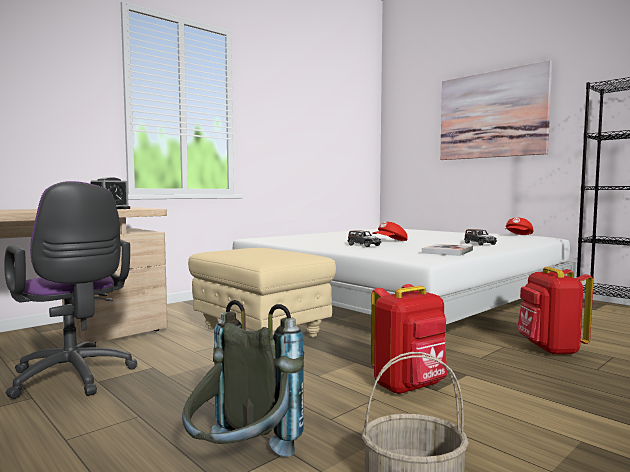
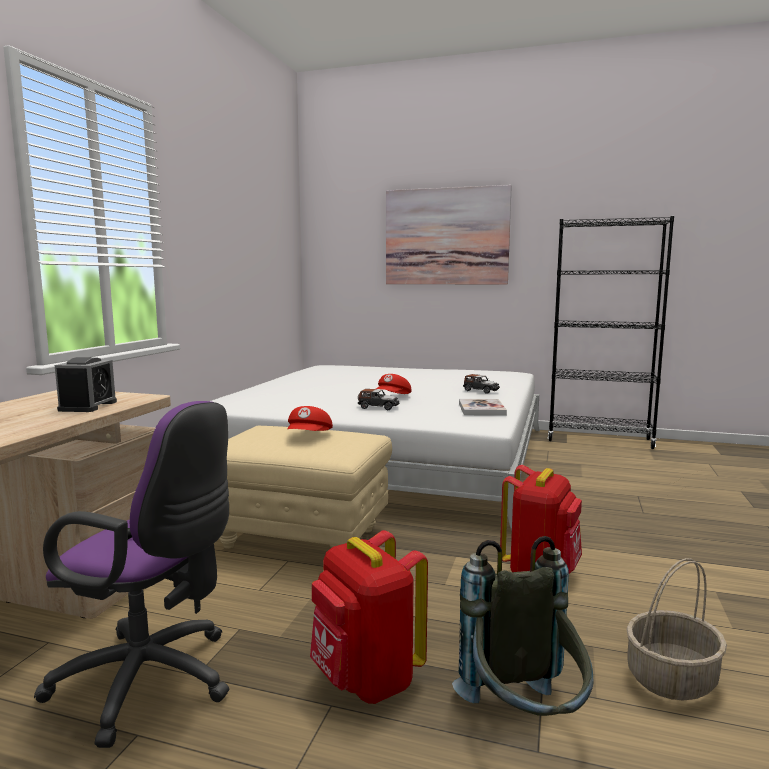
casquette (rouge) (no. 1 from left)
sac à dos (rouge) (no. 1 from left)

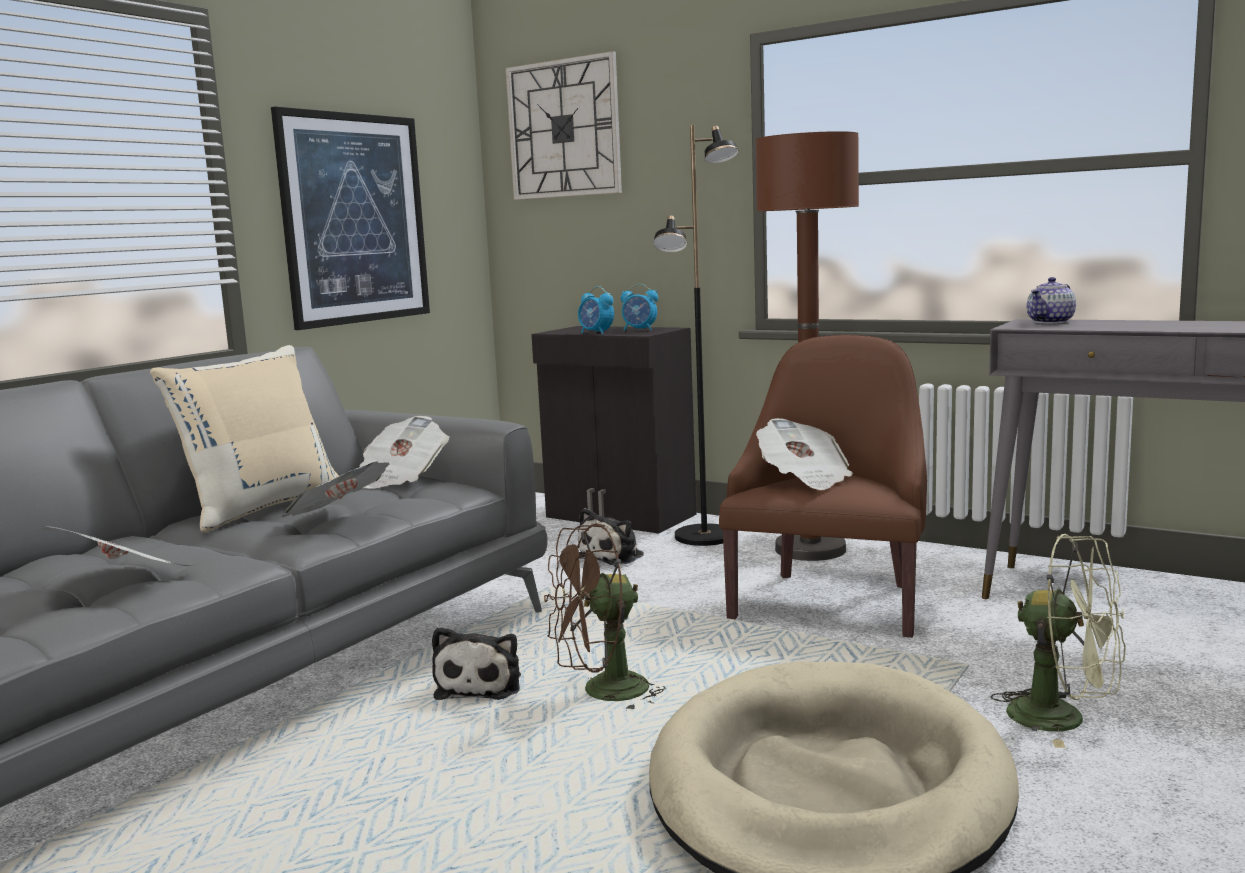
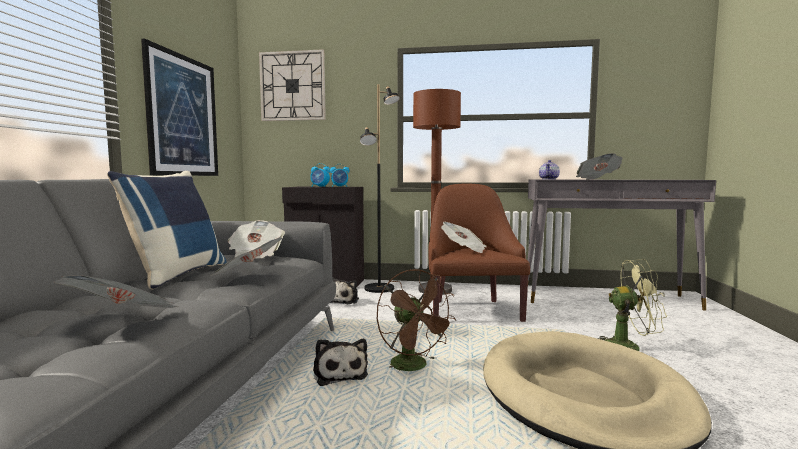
coussin (bleu)
ventilateur (marron)
journal (no. 5 from left)

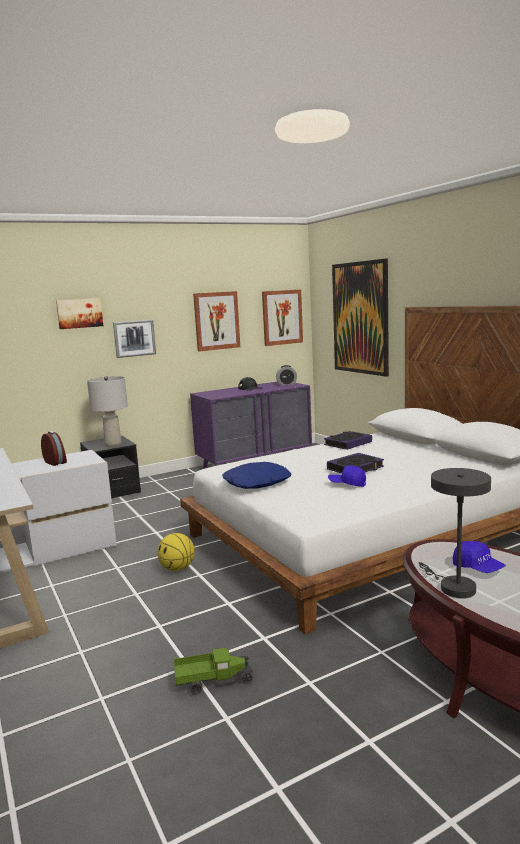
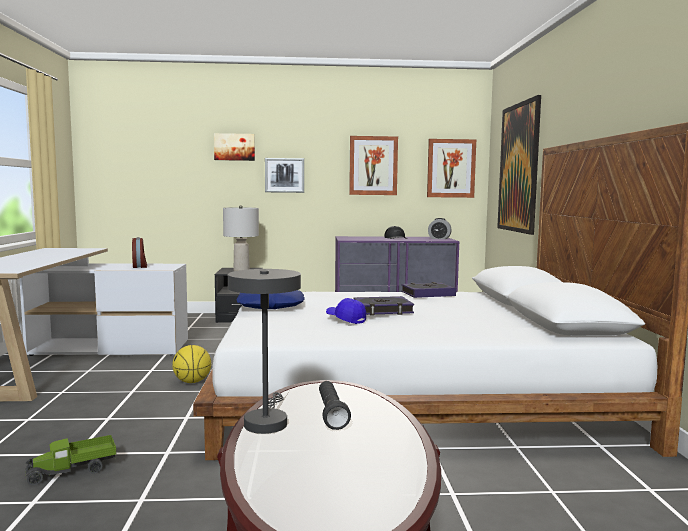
camion jouet
lampe de poche (noir)

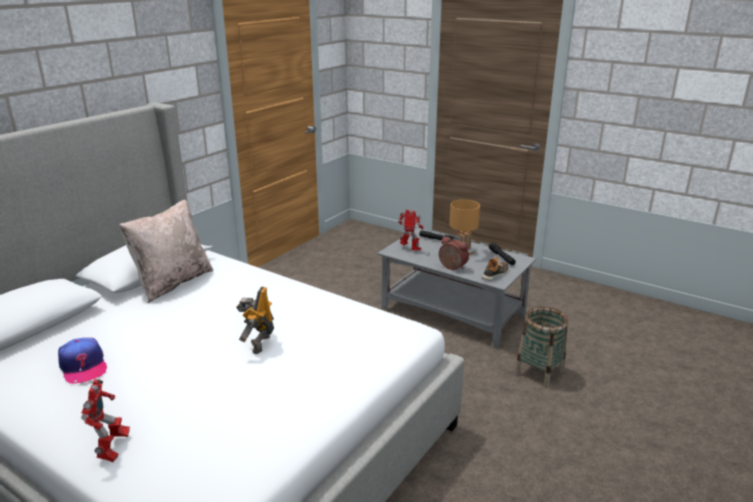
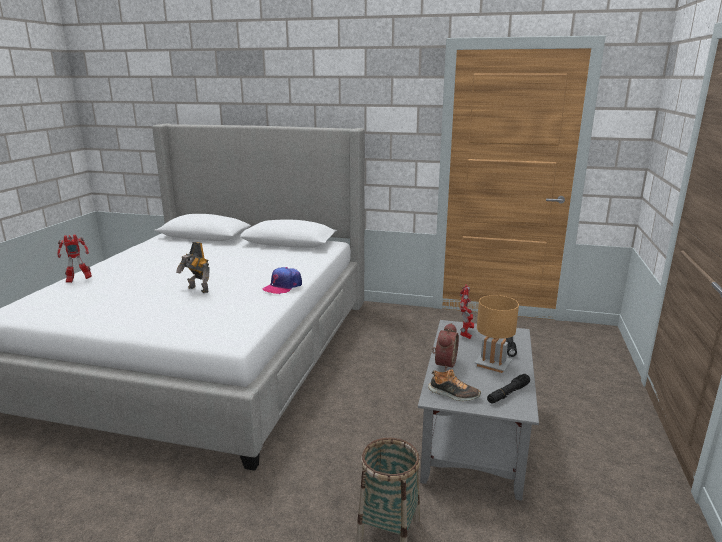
robot jouet (no. 2 from left)
casquette
coussin (beige)

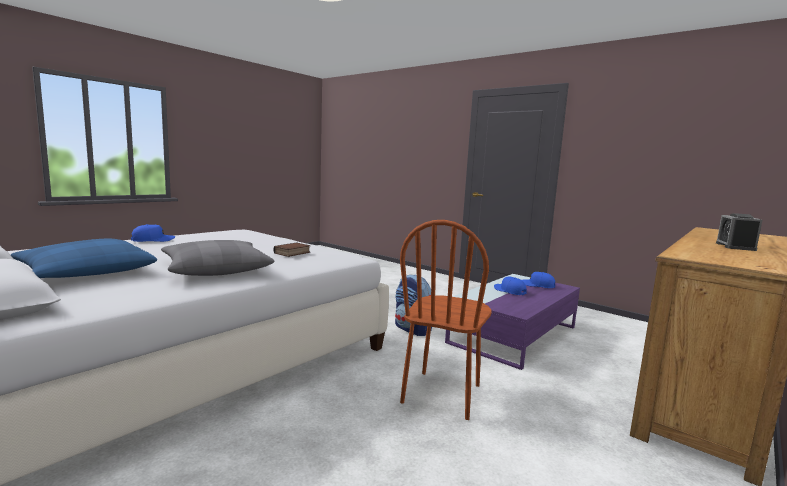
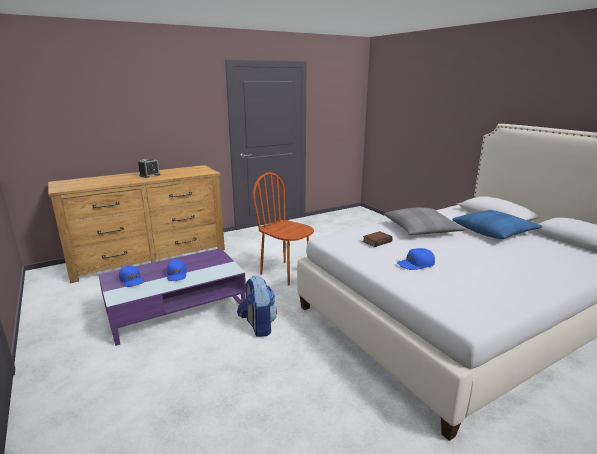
chaise (marron)
casquette (bleu) (no. 3 from left)

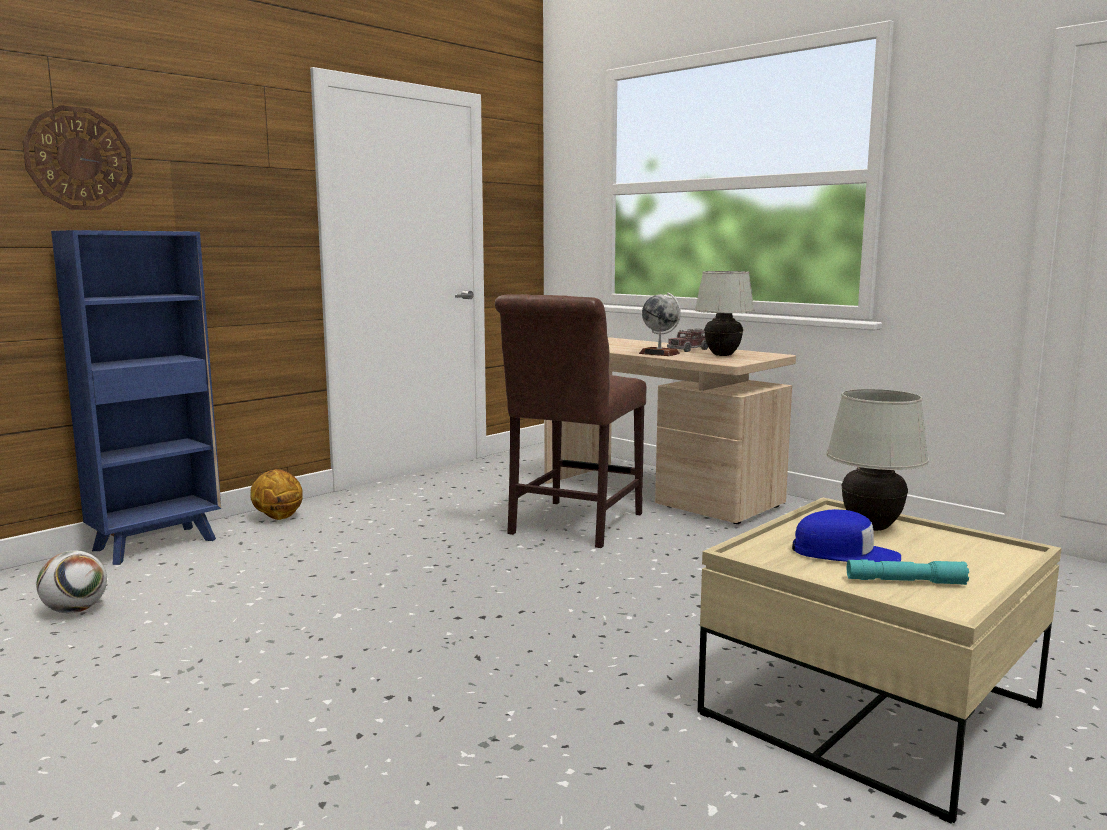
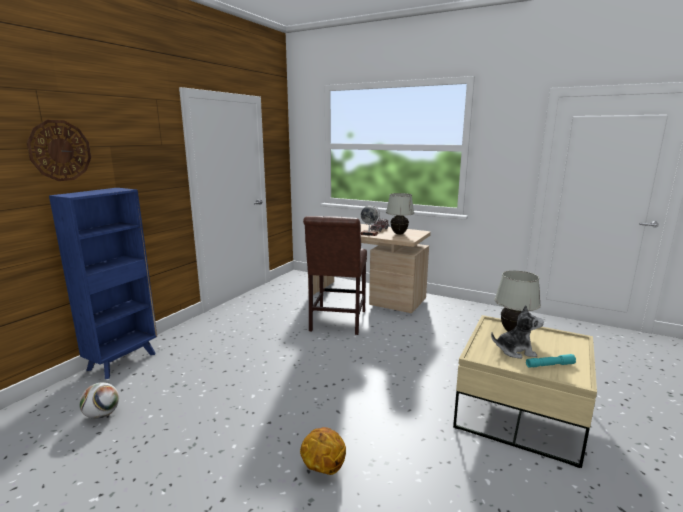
ballon de basket
peluche

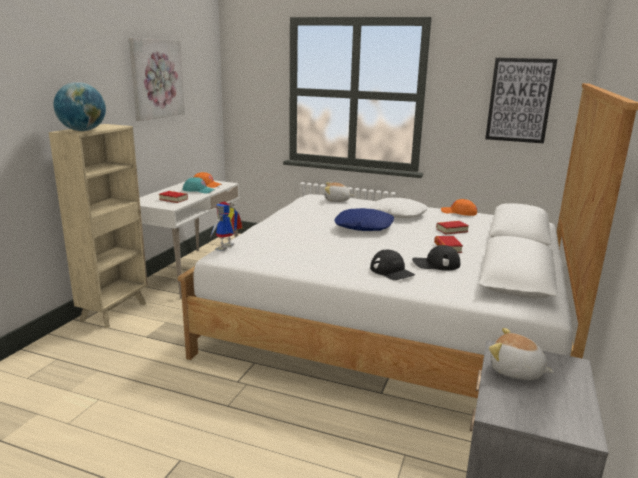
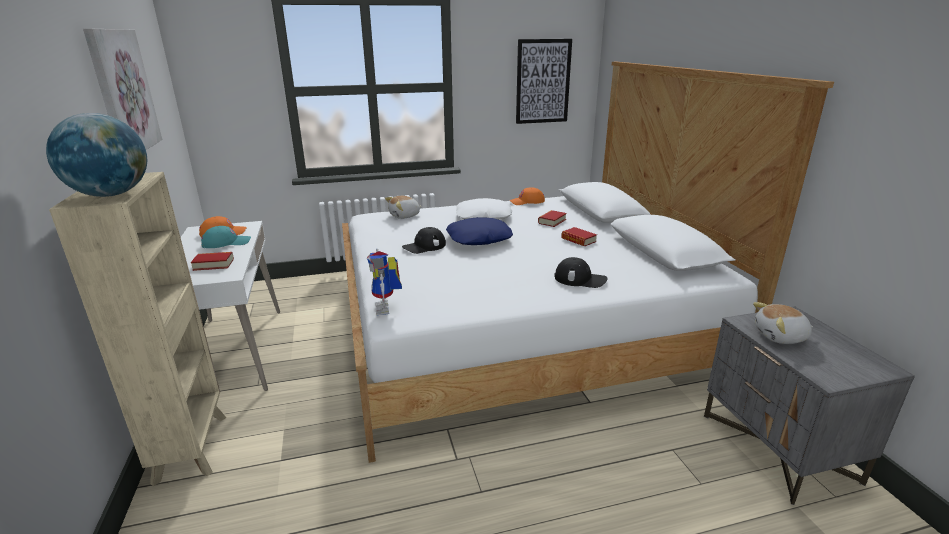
casquette (noir) (no. 1 from left)

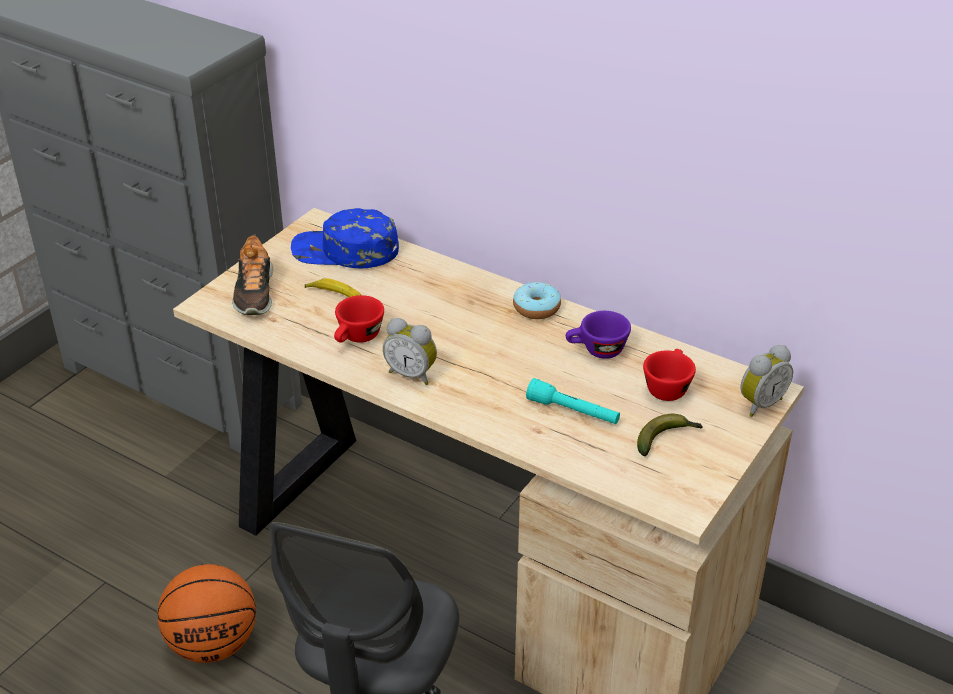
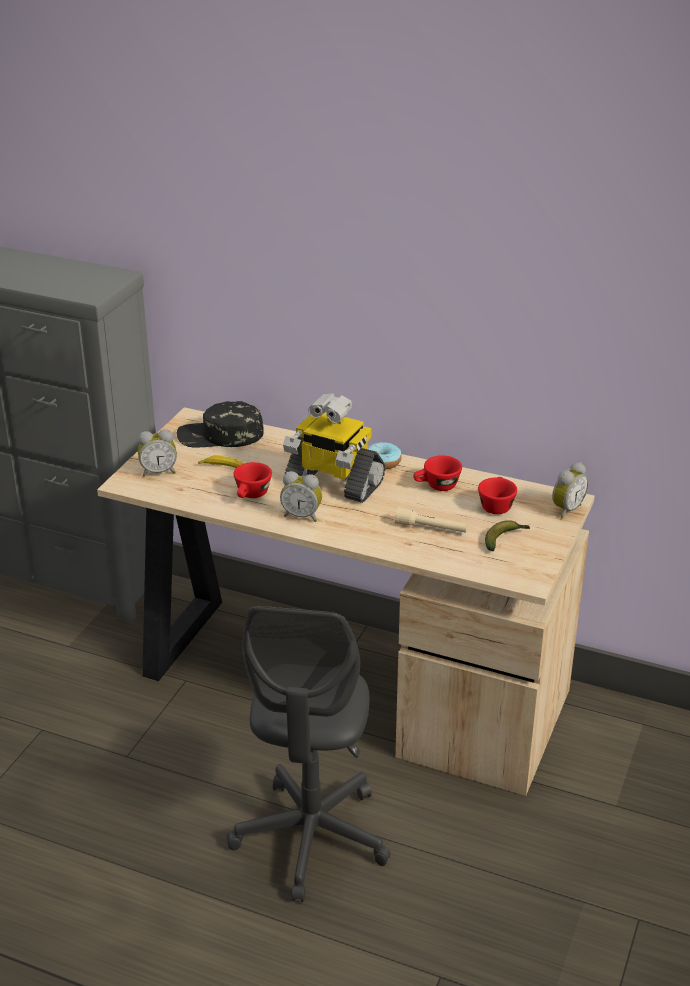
réveil (no. 1 from left)
casquette (noir)
robot jouet
lampe de poche (beige)
tasse (rouge) (no. 2 from left)
ballon de basket

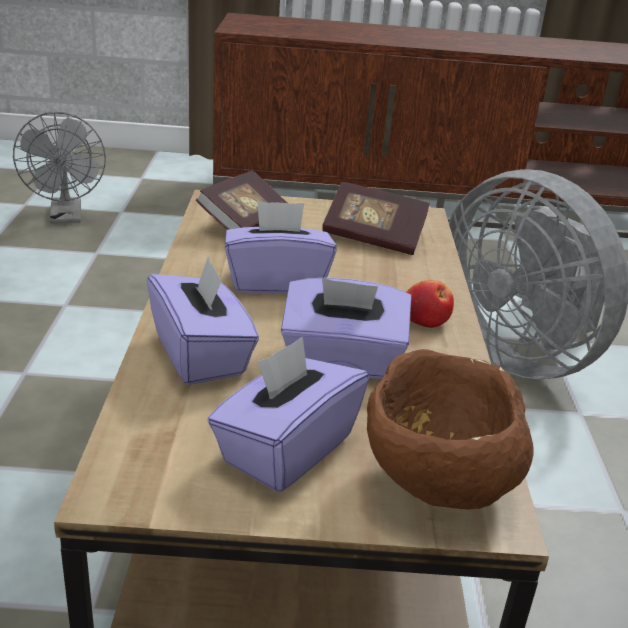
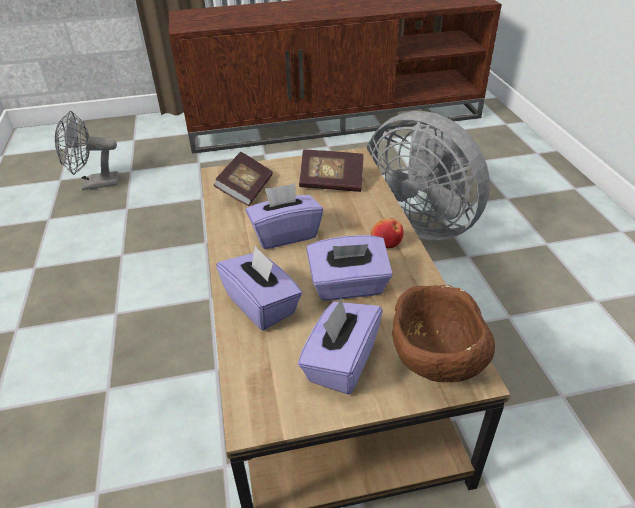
ventilateur (gris) (no. 1 from left)

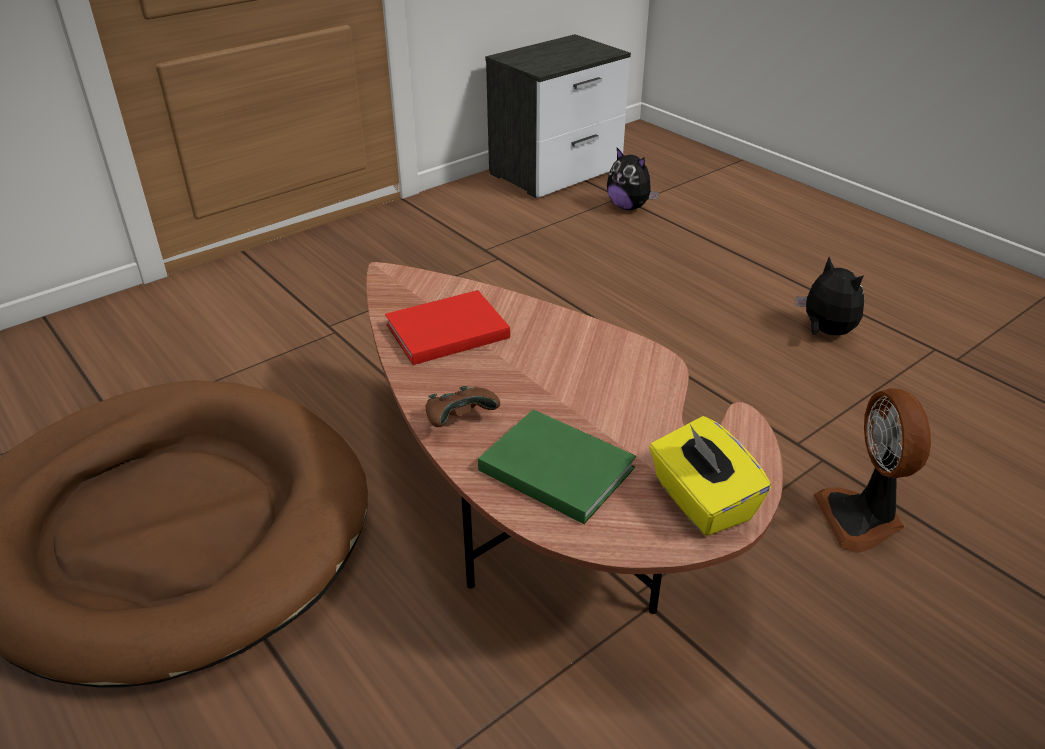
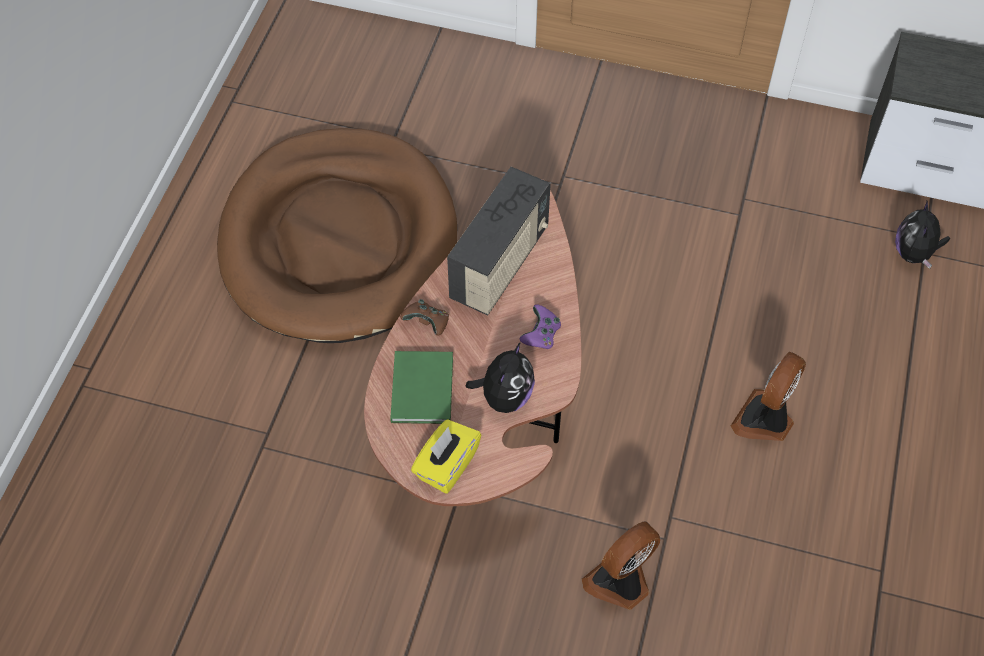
radio
peluche (no. 1 from left)
manette (violet)
ventilateur (no. 2 from left)

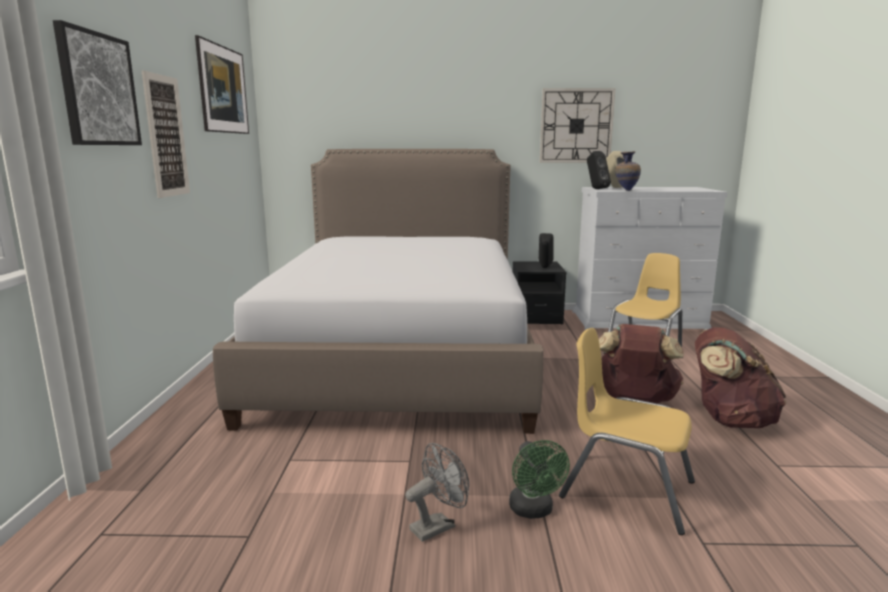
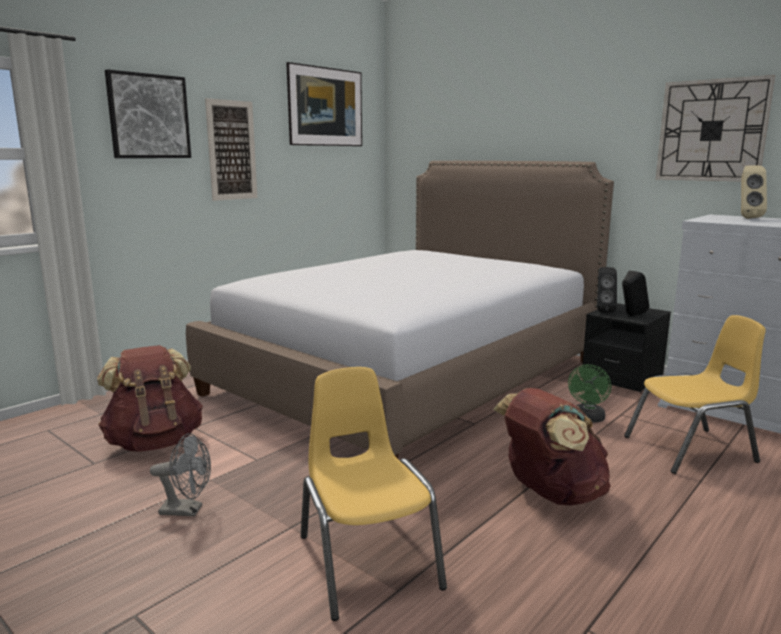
sac à dos (marron) (no. 1 from left)
ventilateur (vert)
enceinte (noir) (no. 1 from left)
vase

